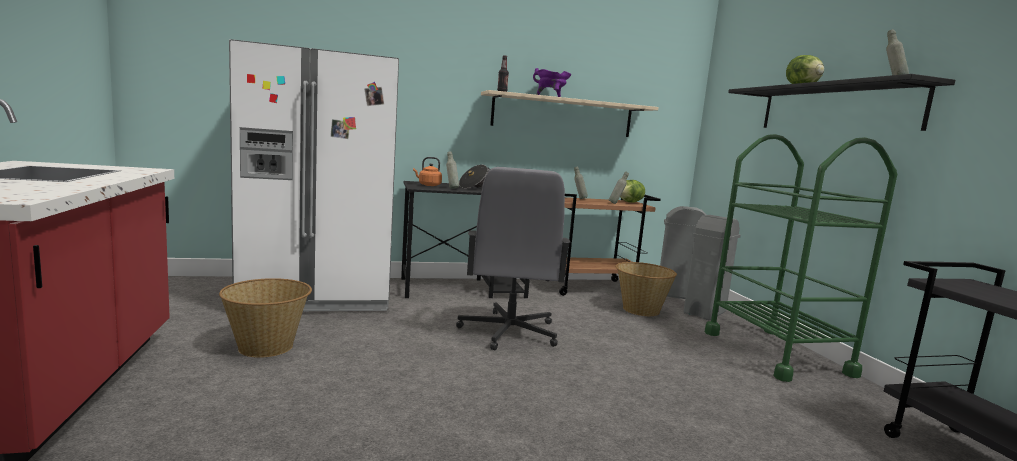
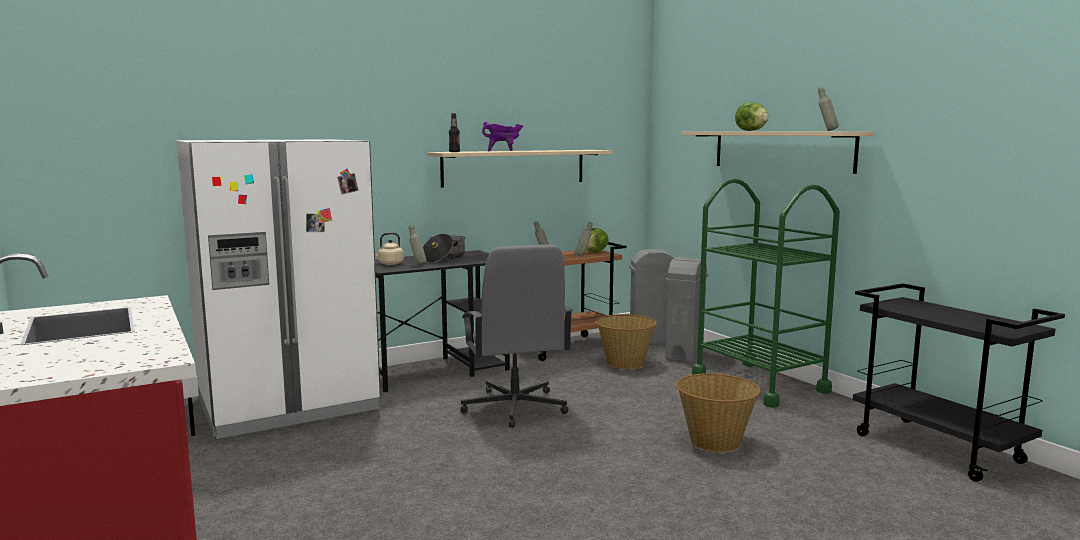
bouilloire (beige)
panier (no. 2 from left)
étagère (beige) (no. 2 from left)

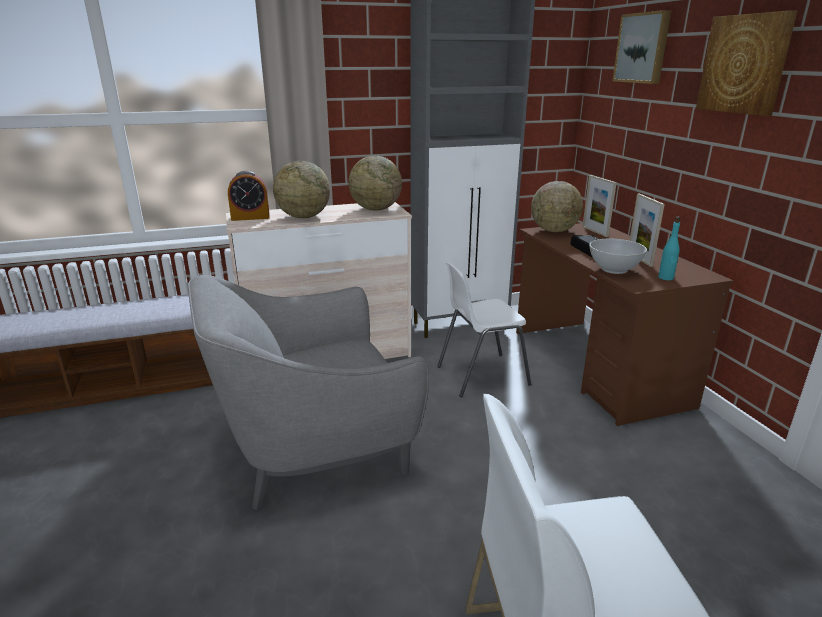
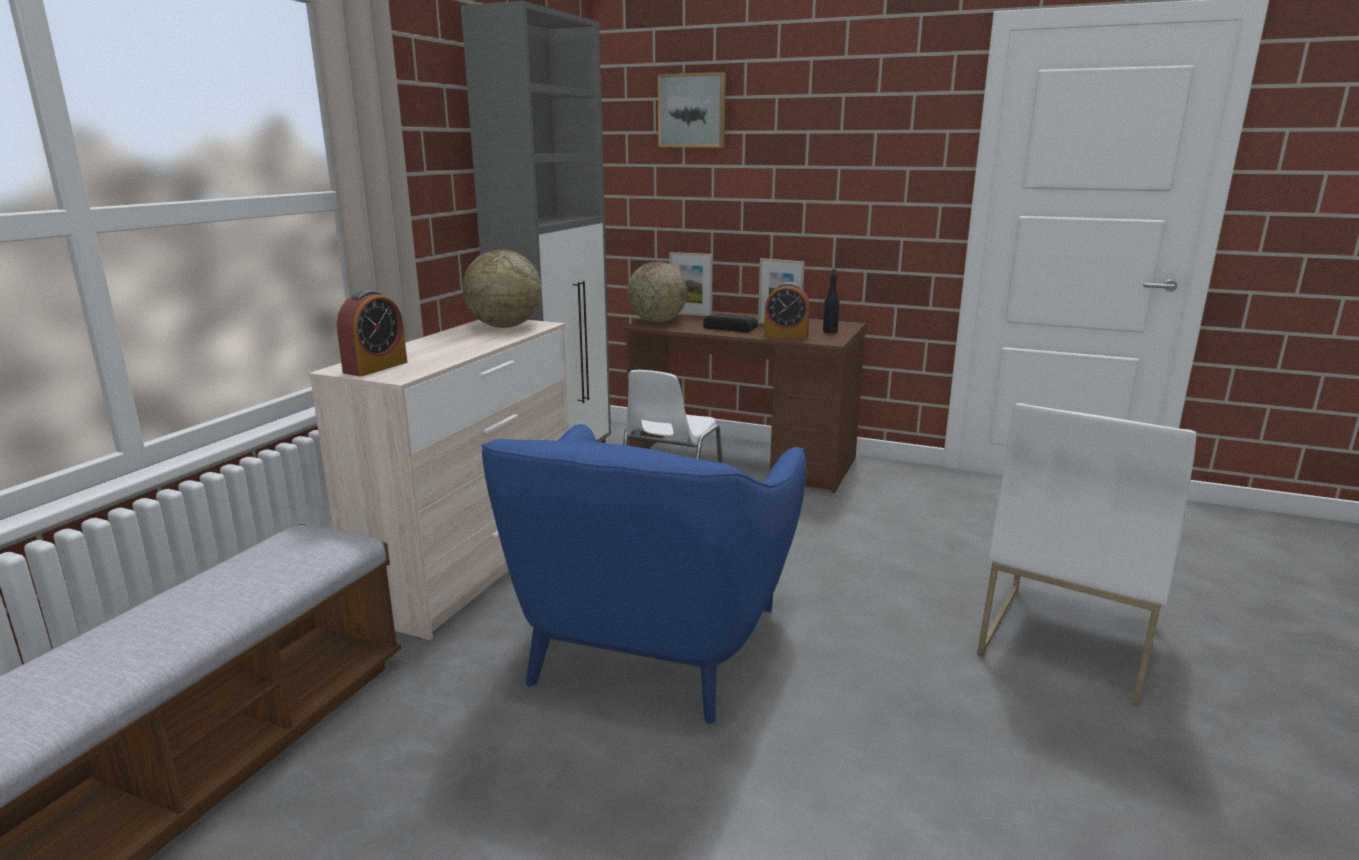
fauteuil (bleu)
réveil (no. 2 from left)
bouteille (noir)
globe (no. 1 from left in the first image)
tableau (no. 2 from left in the first image)

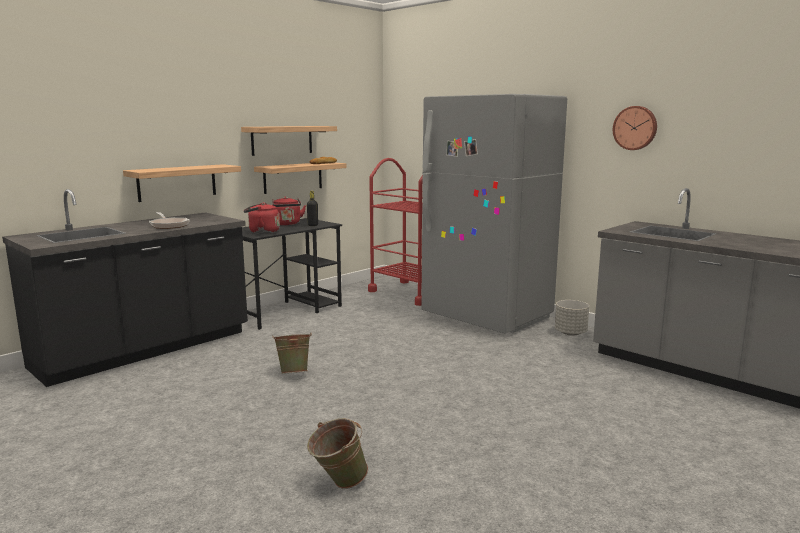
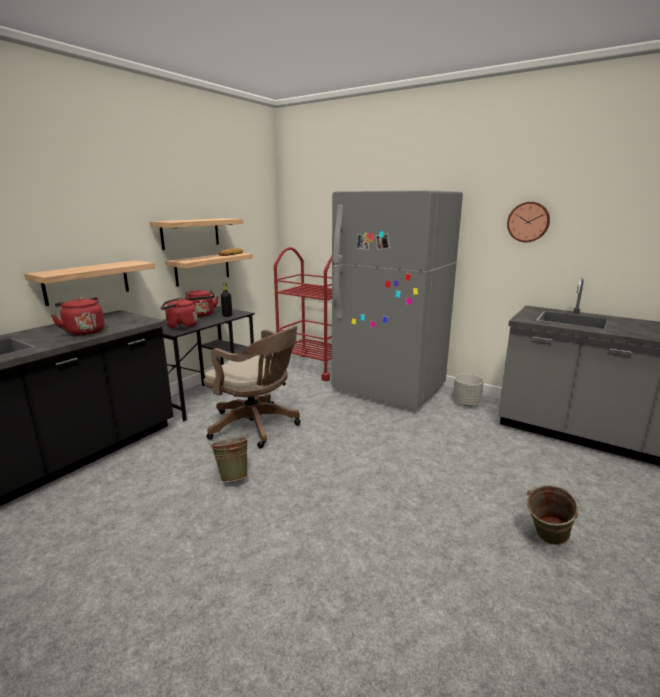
bouilloire (rouge) (no. 1 from left)
chaise de bureau (marron)
seau (vert) (no. 2 from left)

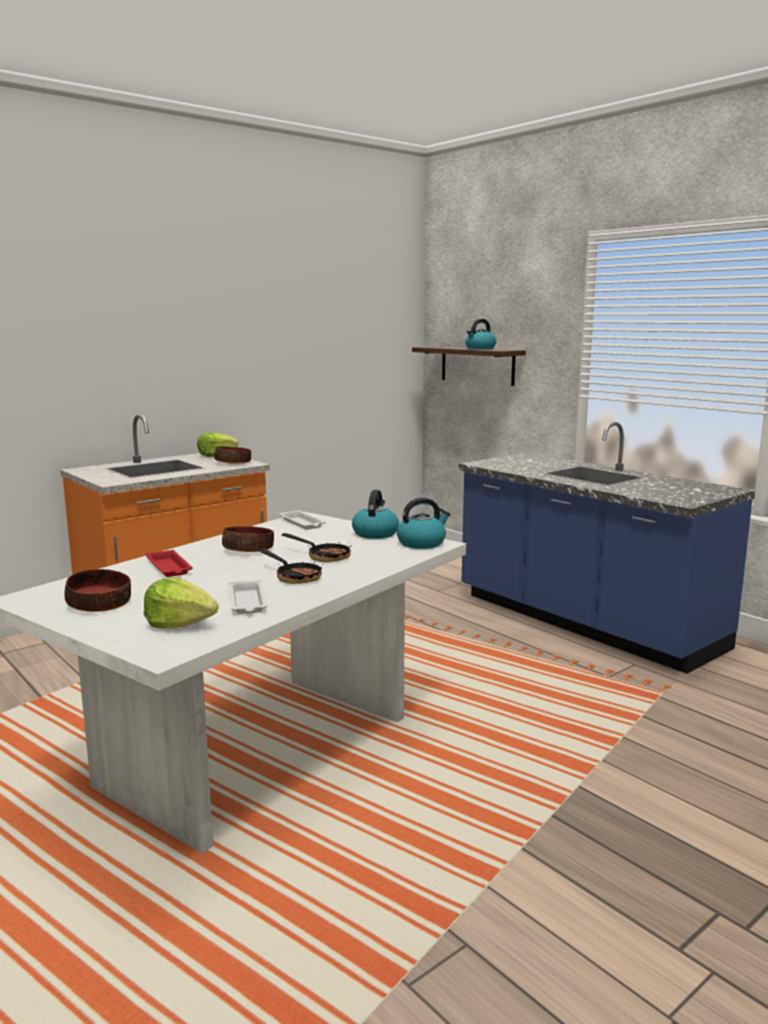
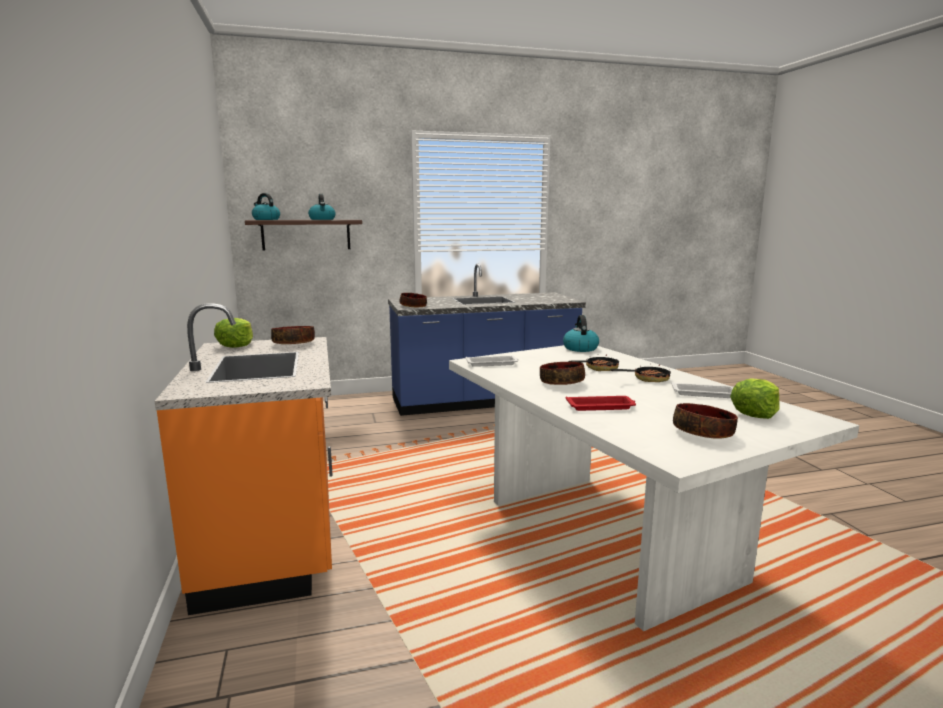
bouilloire (no. 1 from left)
bol (no. 2 from left)

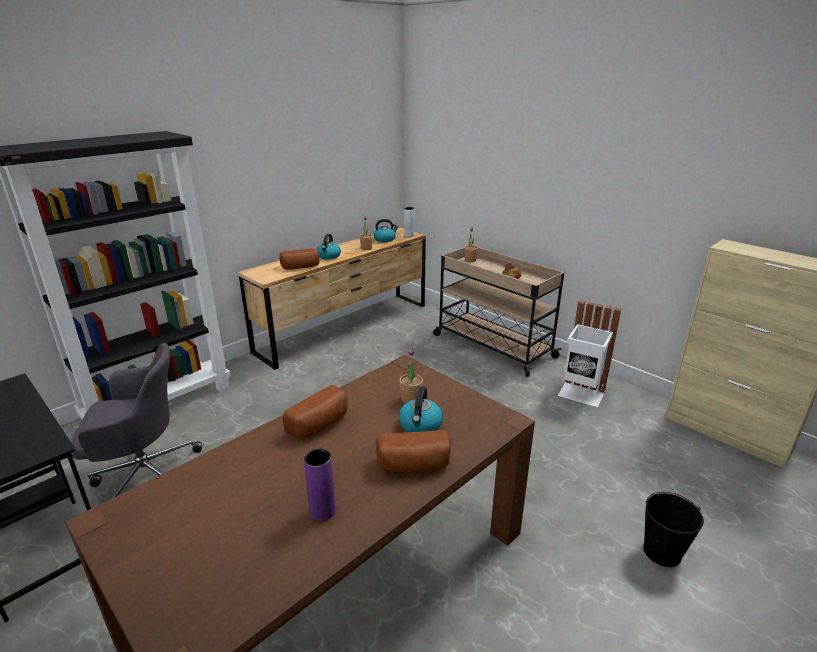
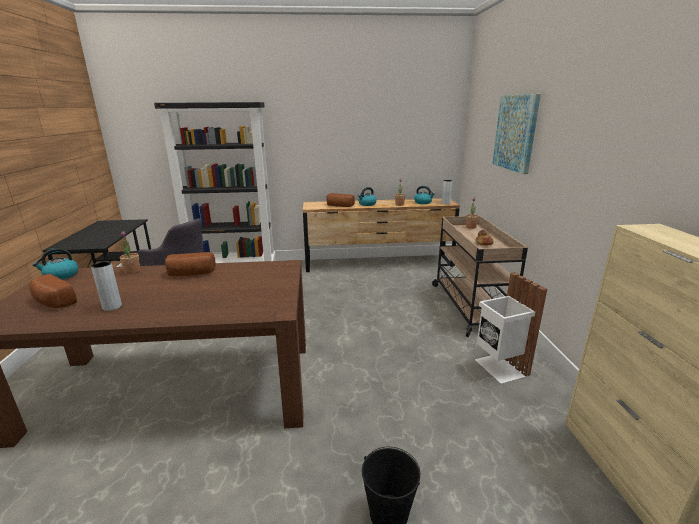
pain (no. 1 from left)
bouilloire (no. 1 from left)
vase (gris) (no. 1 from left)
plante en pot (no. 1 from left)
tableau

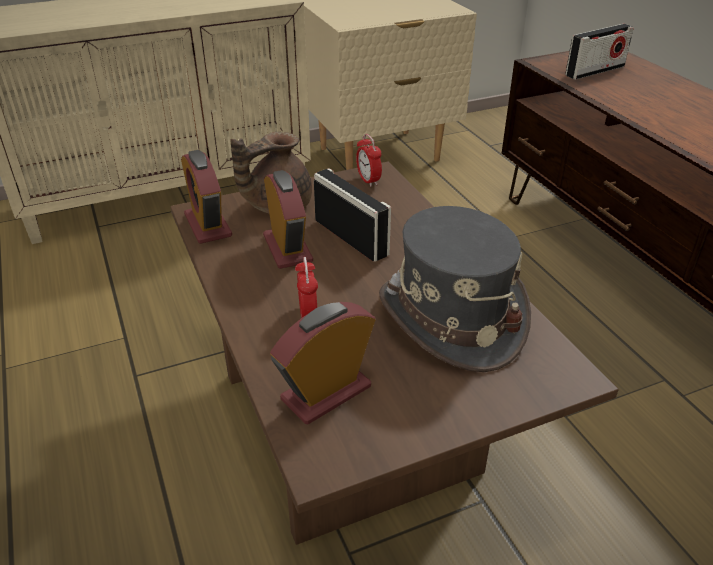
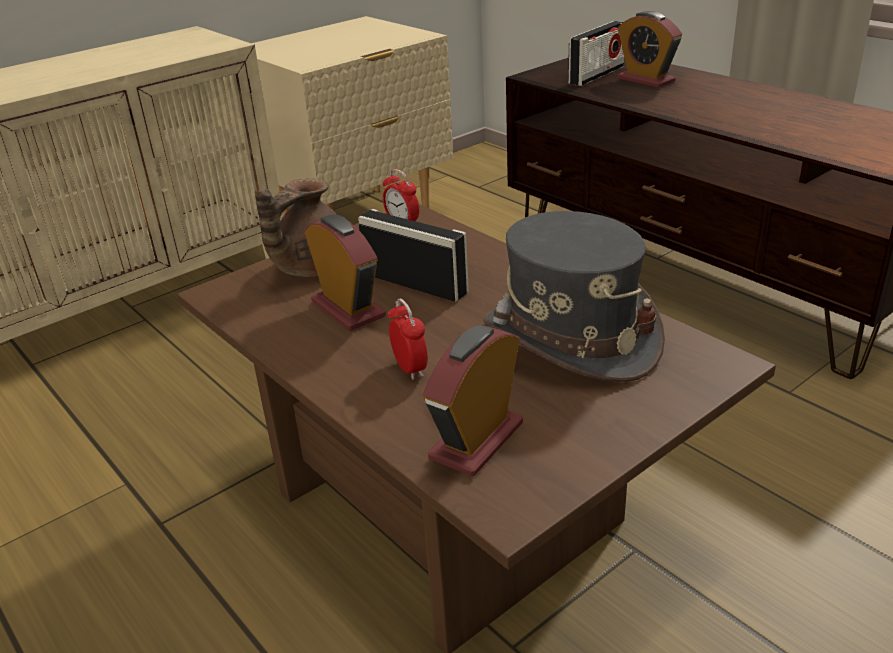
réveil (no. 5 from left)

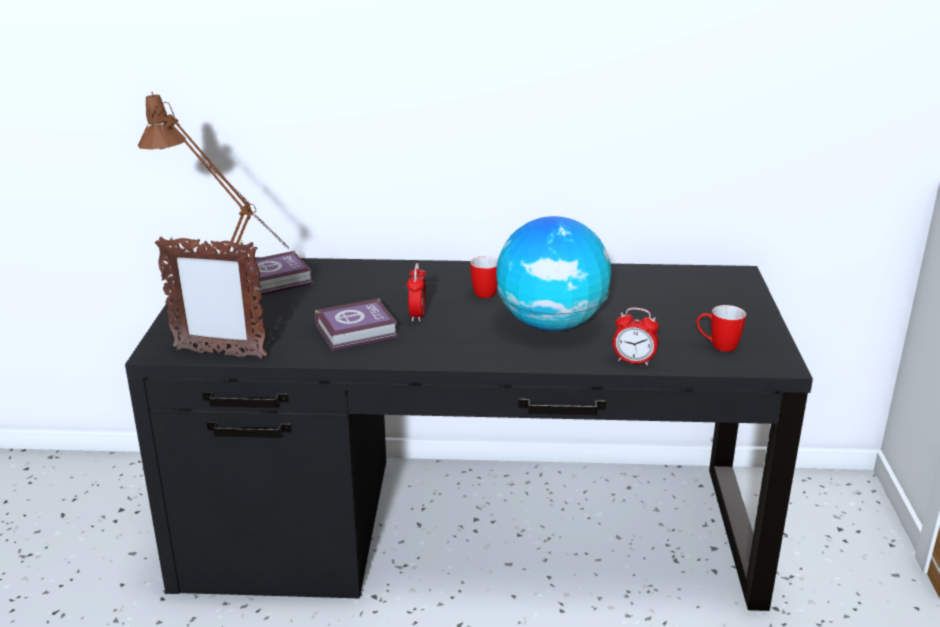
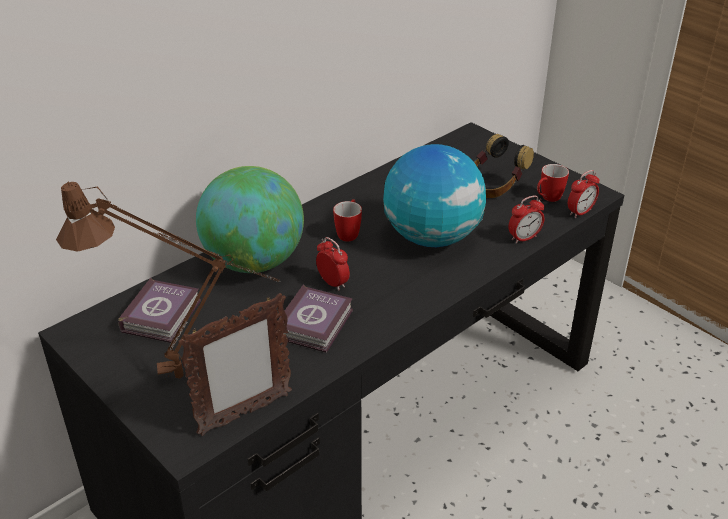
globe (no. 1 from left)
casque audio
réveil (no. 3 from left)

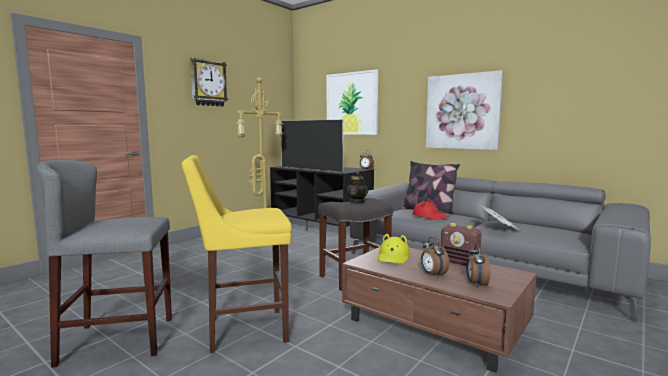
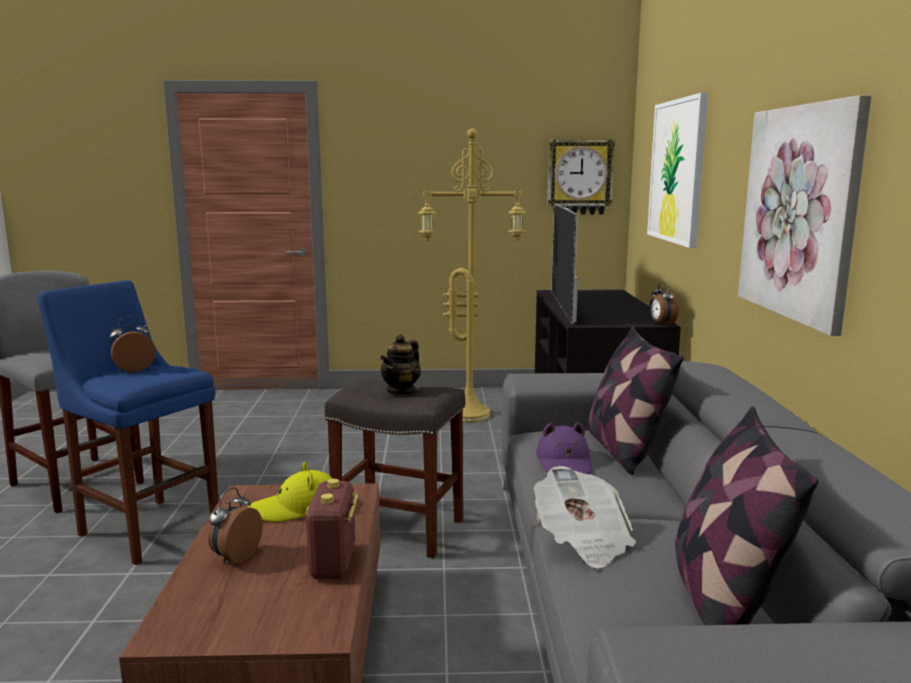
tabouret (bleu)
réveil (no. 1 from left)
chapeau (violet)
horloge murale
coussin (no. 2 from left)

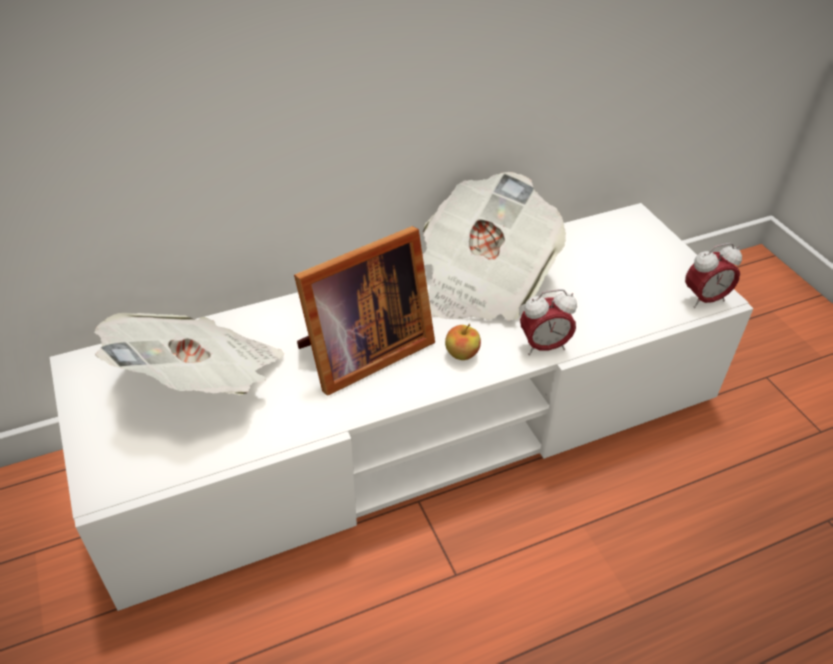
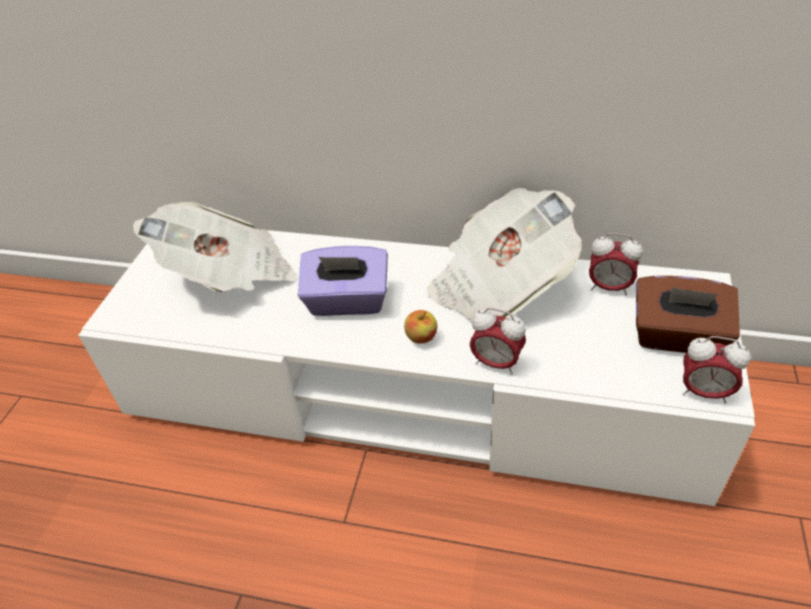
boîte à mouchoirs (violet)
réveil (no. 2 from left)
boîte à mouchoirs (marron)

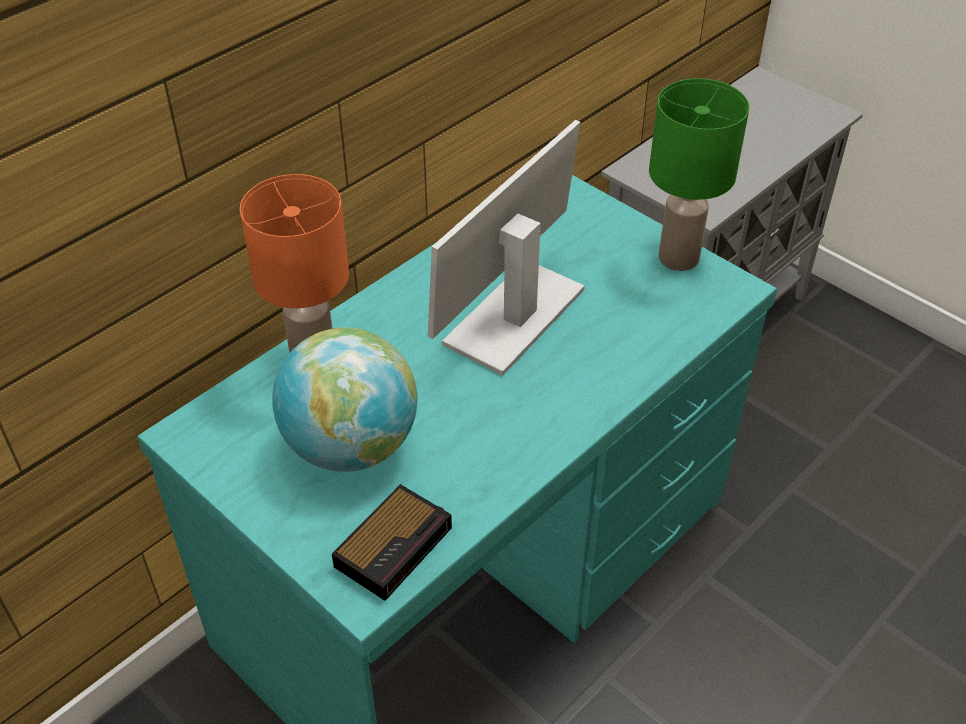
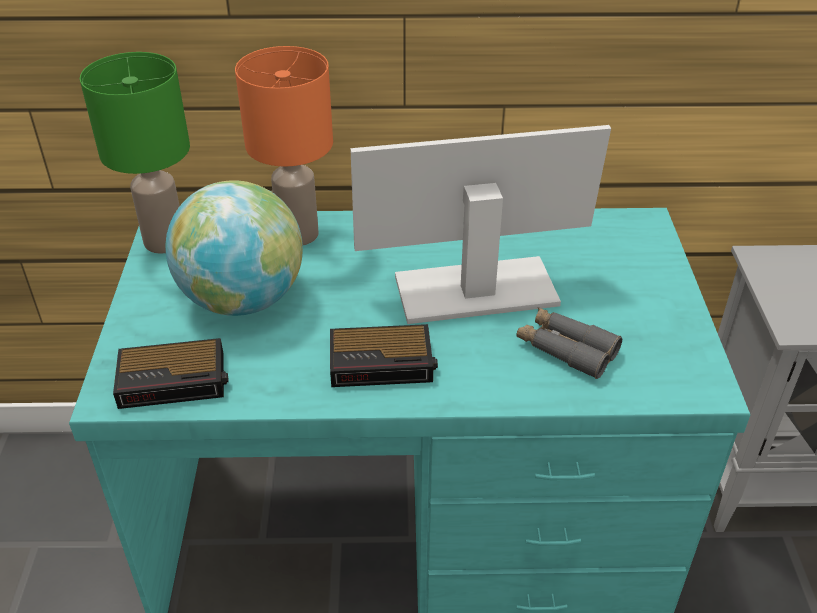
lampe de table (vert)
réveil (no. 2 from left)
jumelles (gris)

